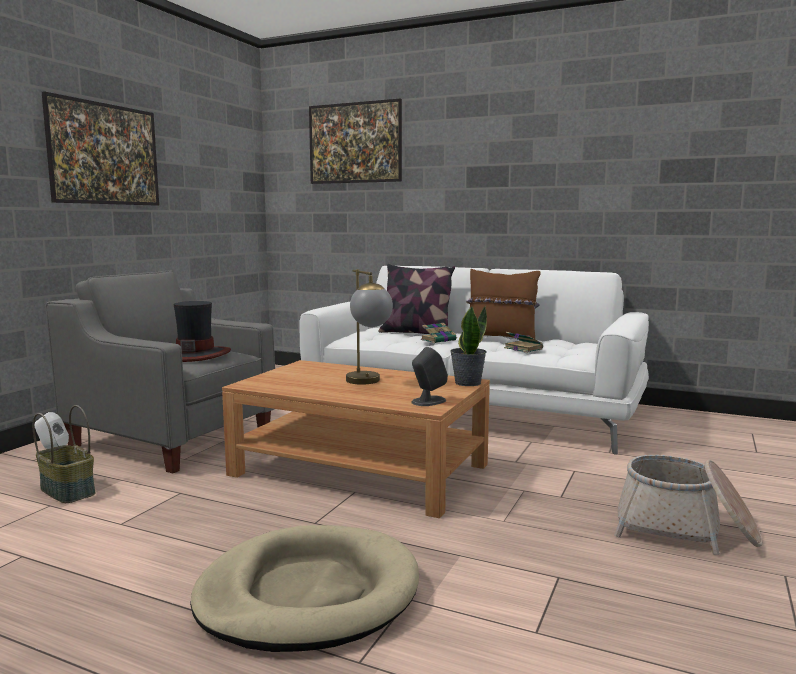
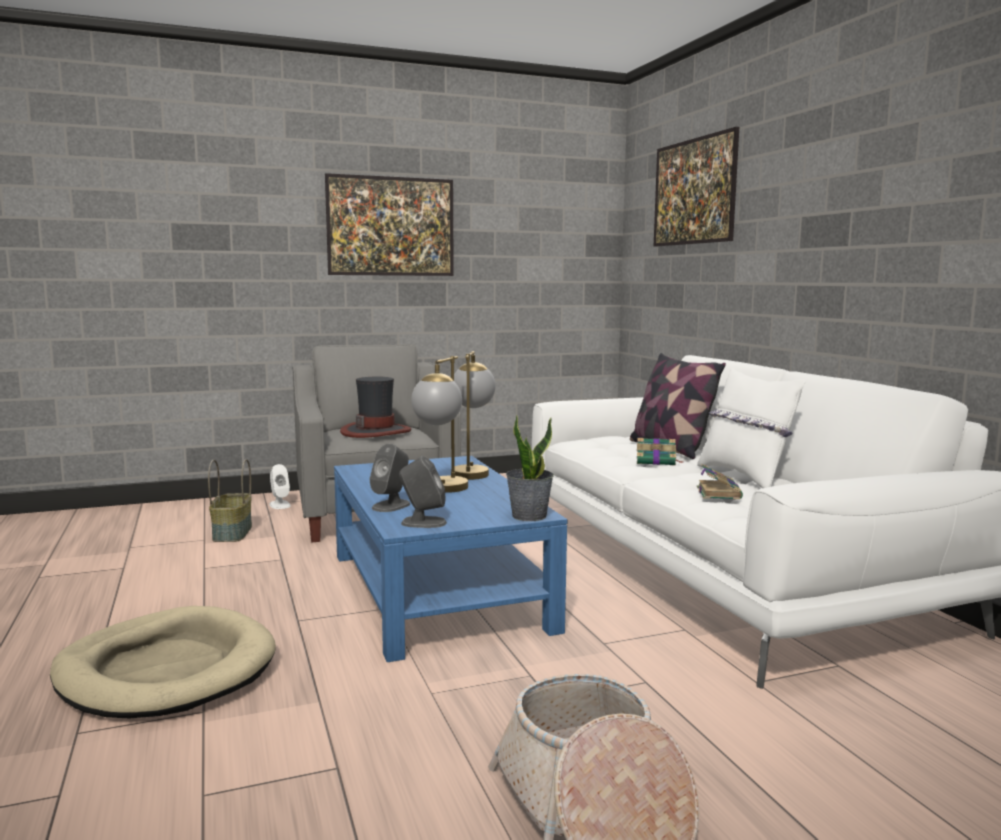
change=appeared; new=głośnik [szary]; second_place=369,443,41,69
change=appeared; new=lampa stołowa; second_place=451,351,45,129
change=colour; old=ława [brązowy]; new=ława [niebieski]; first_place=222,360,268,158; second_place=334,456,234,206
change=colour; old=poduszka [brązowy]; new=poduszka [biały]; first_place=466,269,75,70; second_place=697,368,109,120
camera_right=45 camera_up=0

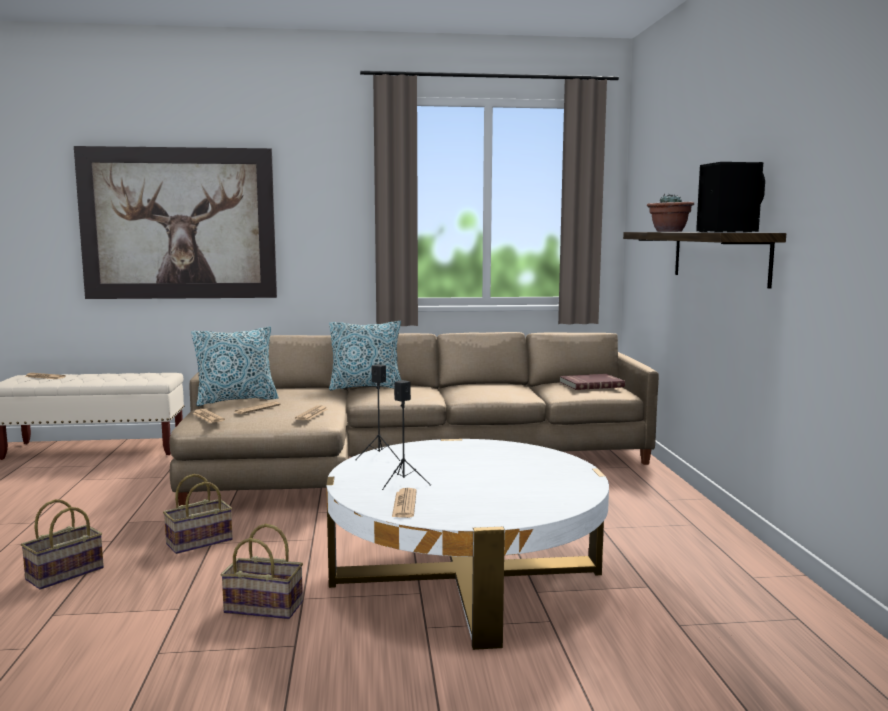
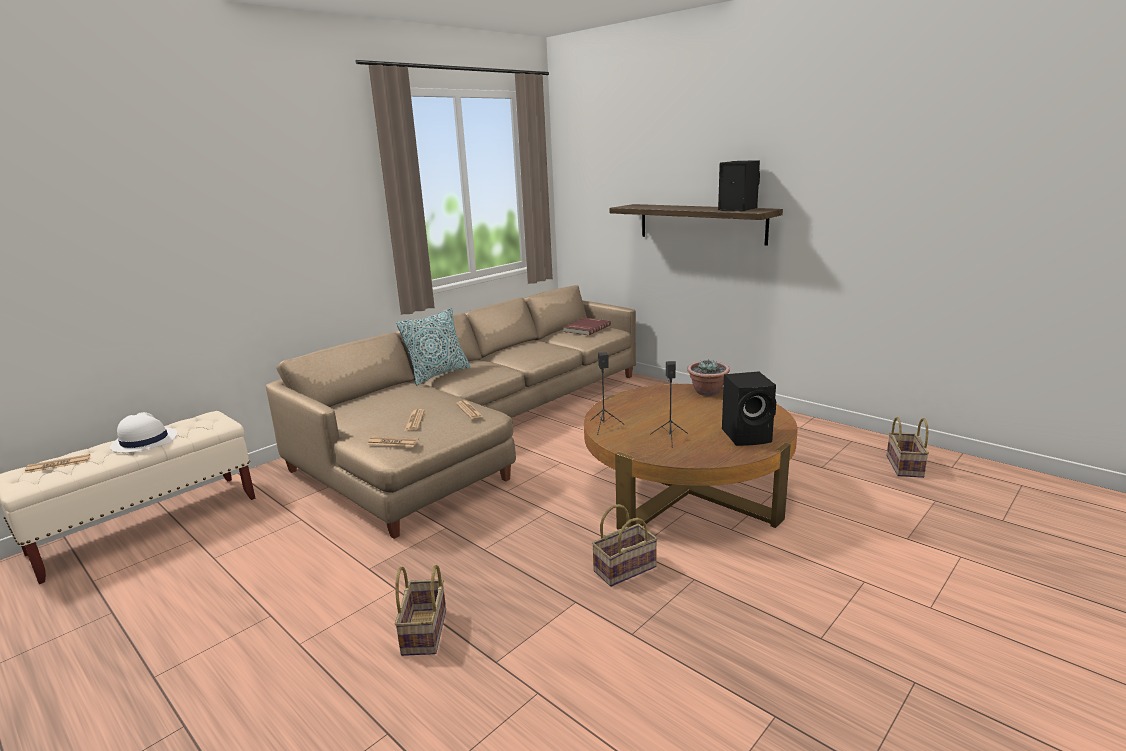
change=missing; old=obraz; first_place=74,146,203,153
change=missing; old=poduszka; first_place=191,326,87,80
change=missing; old=gazeta; first_place=392,488,25,30
change=appeared; new=kapelusz [biały]; second_place=110,412,67,41
change=appeared; new=głośnik [czarny]; second_place=722,371,54,75
change=relocated; old=koszyk; first_place=163,474,70,80; second_place=886,417,43,61
change=relocated; old=roślina doniczkowa; first_place=647,194,47,38; second_place=687,360,43,36
change=colour; old=ława [biały]; new=ława [brązowy]; first_place=326,439,283,211; second_place=584,384,214,146
camera_right=-40 camera_up=10

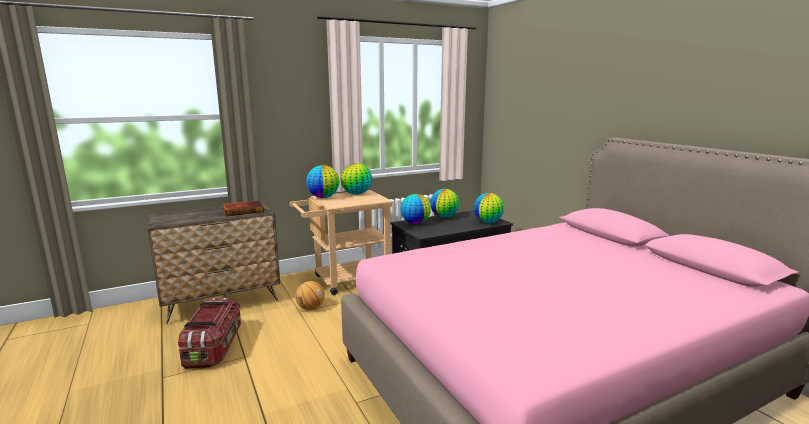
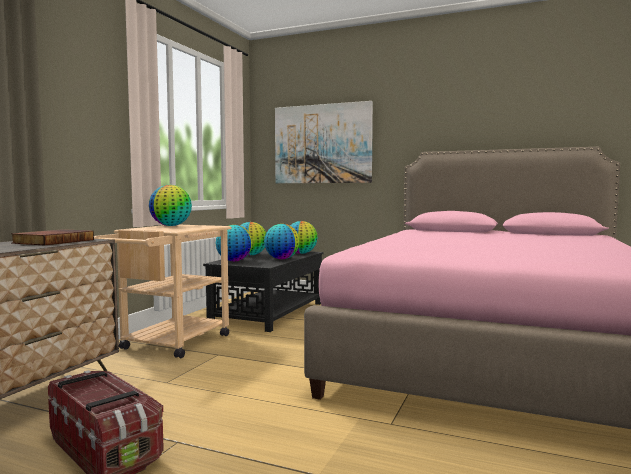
change=missing; old=piłka do koszykówki; first_place=295,281,30,29
change=appeared; new=obraz; second_place=275,101,98,82
change=relocated; old=globus; first_place=306,165,33,33; second_place=264,224,36,35
camera_right=-40 camera_up=-10

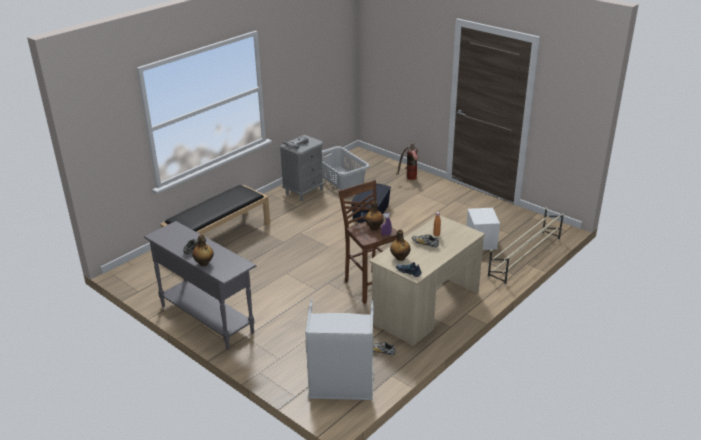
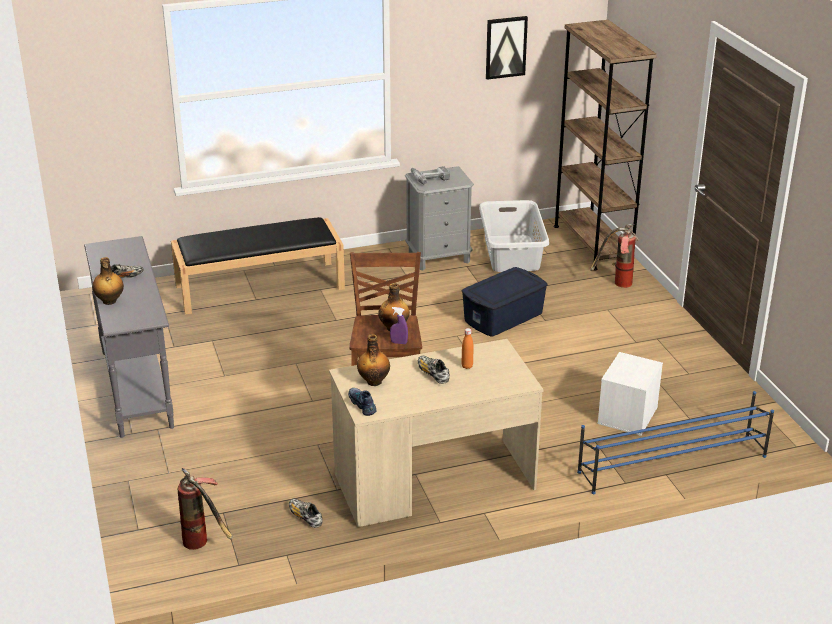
change=appeared; new=obraz; second_place=486,16,42,64
change=appeared; new=regał [brązowy]; second_place=554,20,103,251
change=exchanged; old=kosz na pranie [szary]; new=gaśnica; first_place=305,299,69,102; second_place=178,468,55,82
change=colour; old=regał na buty [beżowy]; new=regał na buty [niebieski]; first_place=488,208,76,77; second_place=577,391,197,103
camera_right=30 camera_up=0

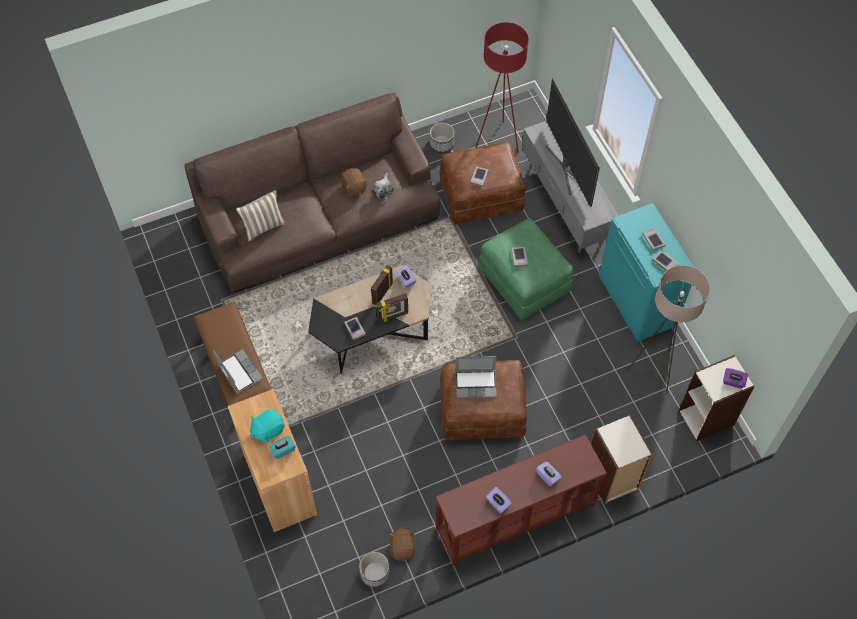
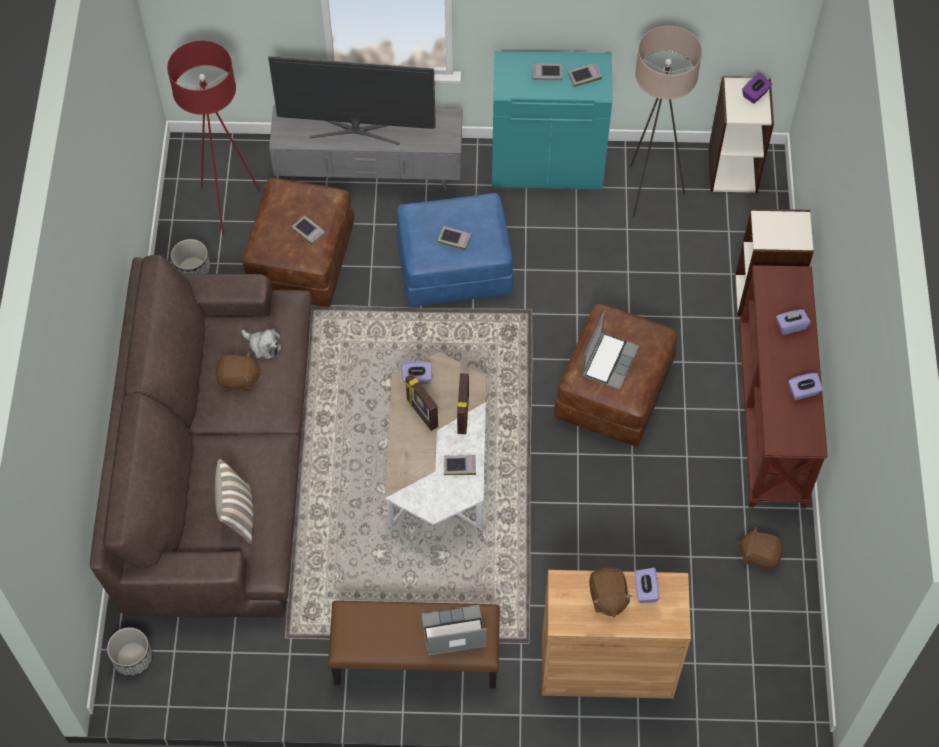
change=relocated; old=donica; first_place=359,552,31,35; second_place=107,627,46,50
change=colour; old=pluszak [turkusowy]; new=pluszak [brązowy]; first_place=250,409,34,34; second_place=589,567,44,51
change=colour; old=pudełko chusteczek [turkusowy]; new=pudełko chusteczek [fioletowy]; first_place=269,436,27,23; second_place=635,568,24,35
change=colour; old=ława [czarny]; new=ława [biały]; first_place=308,265,124,109; second_place=385,352,101,178
change=colour; old=pufa [zielony]; new=pufa [niebieski]; first_place=478,218,95,102; second_place=396,193,118,114
camera_right=-65 camera_up=0

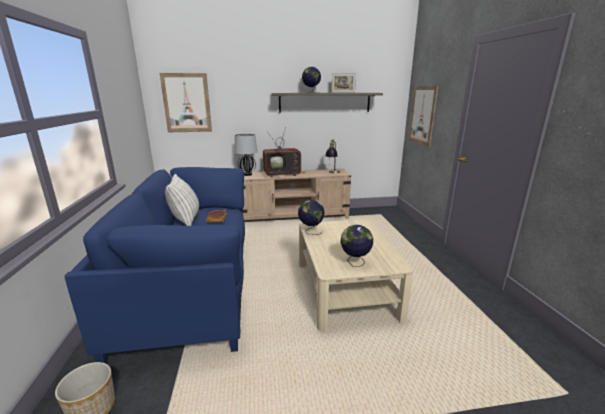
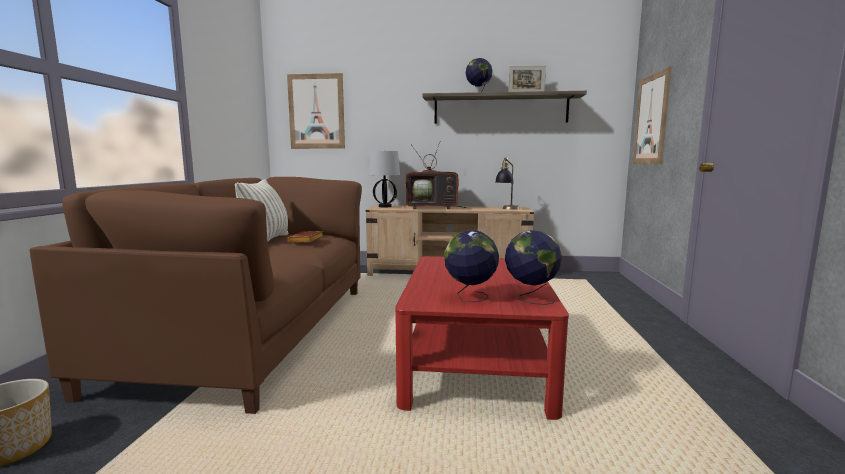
change=relocated; old=globus; first_place=298,200,27,35; second_place=505,230,57,75
change=colour; old=kanapa [niebieski]; new=kanapa [brązowy]; first_place=64,167,181,197; second_place=30,177,332,237
change=colour; old=ława [beżowy]; new=ława [czerwony]; first_place=299,219,114,113; second_place=395,256,174,164
camera_right=15 camera_up=-10

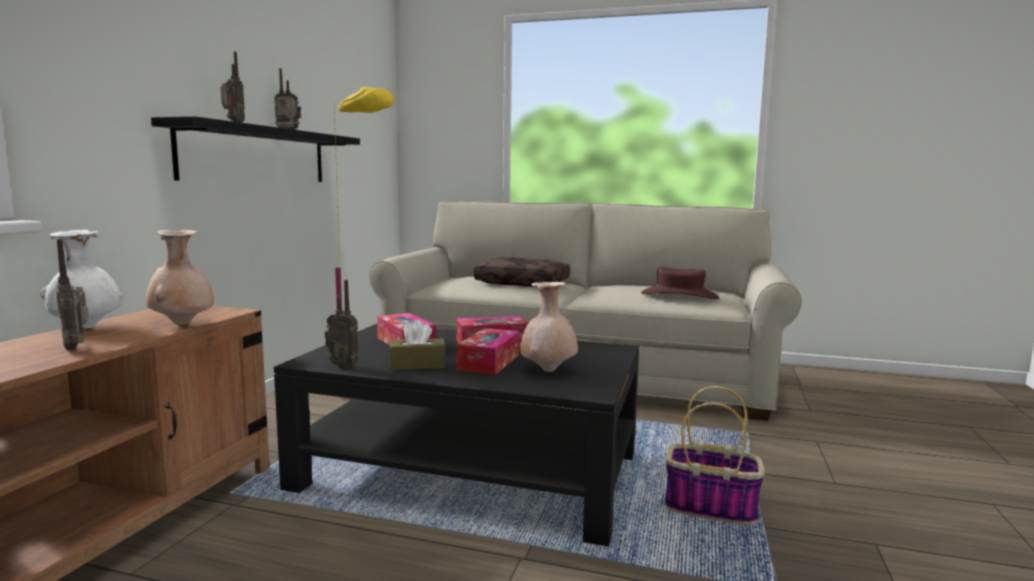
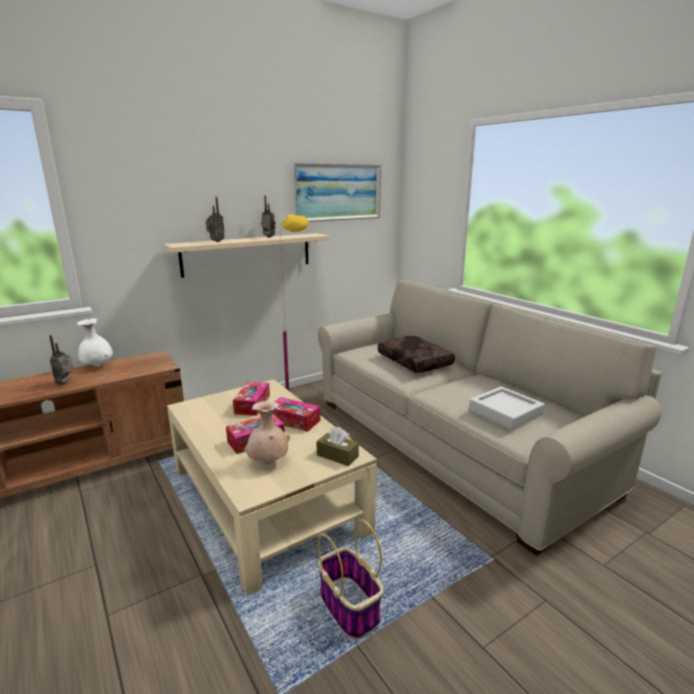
change=missing; old=wazon [beżowy]; first_place=146,230,68,95
change=missing; old=radio; first_place=324,280,36,89
change=appeared; new=obraz; second_place=292,163,89,59
change=relocated; old=pudełko chusteczek [brązowy]; first_place=389,320,57,50; second_place=316,427,43,39
change=exchanged; old=kapelusz [brązowy]; new=taca [szary]; first_place=641,267,78,32; second_place=469,386,76,44
change=colour; old=półka [czarny]; new=półka [beżowy]; first_place=151,116,209,66; second_place=164,233,166,45
change=colour; old=ława [czarny]; new=ława [beżowy]; first_place=274,324,365,223; second_place=167,379,210,217
camera_right=40 camera_up=10

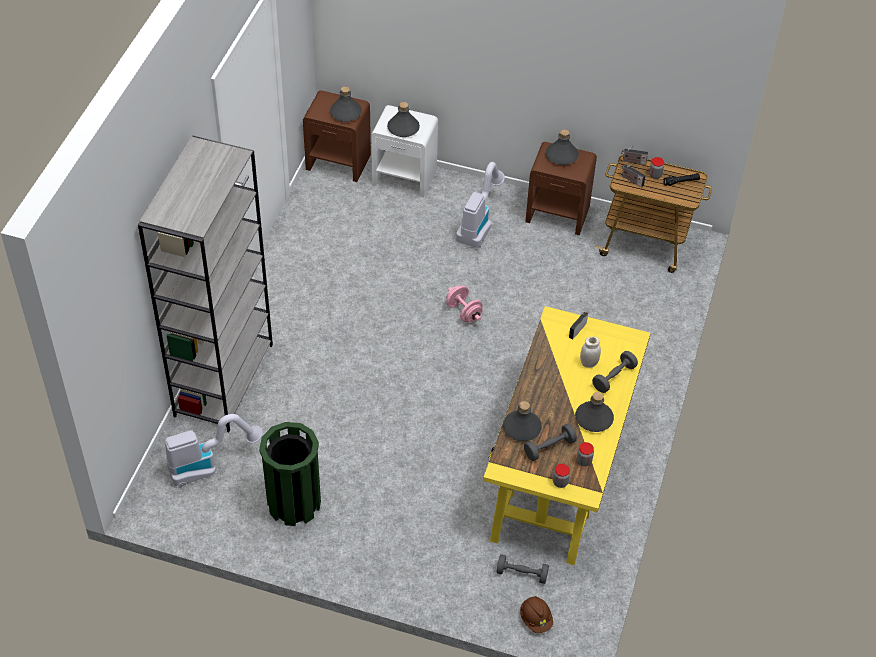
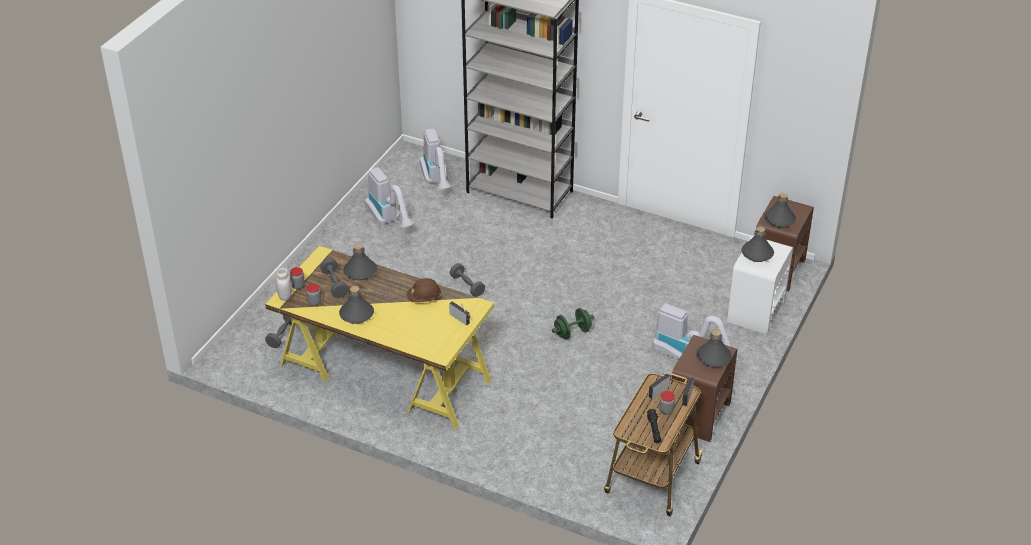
change=relocated; old=kask [brązowy]; first_place=520,596,33,37; second_place=407,278,34,24
change=relocated; old=słoik [biały]; first_place=580,336,21,31; second_place=276,268,16,33
change=relocated; old=hantel [szary]; first_place=592,351,46,42; second_place=450,263,35,34
change=exchanged; old=kosz na śmieci [zielony]; new=odkurzacz; first_place=259,422,62,104; second_place=365,167,50,61
change=colour; old=hantel [różowy]; new=hantel [zielony]; first_place=446,286,37,36; second_place=552,308,42,31
camera_right=100 camera_up=-10

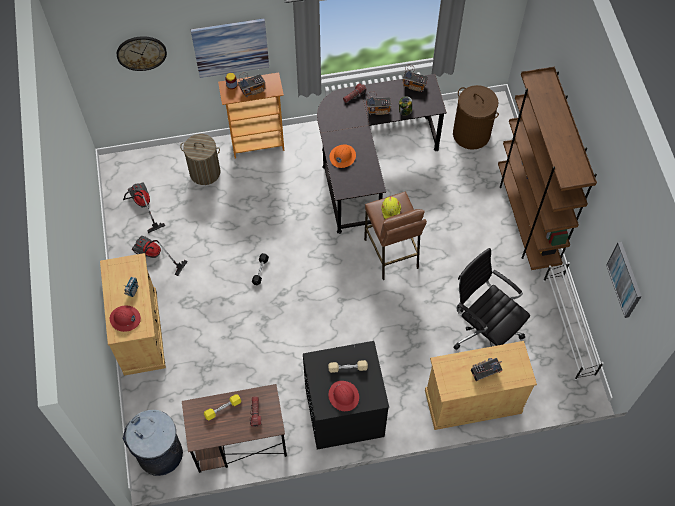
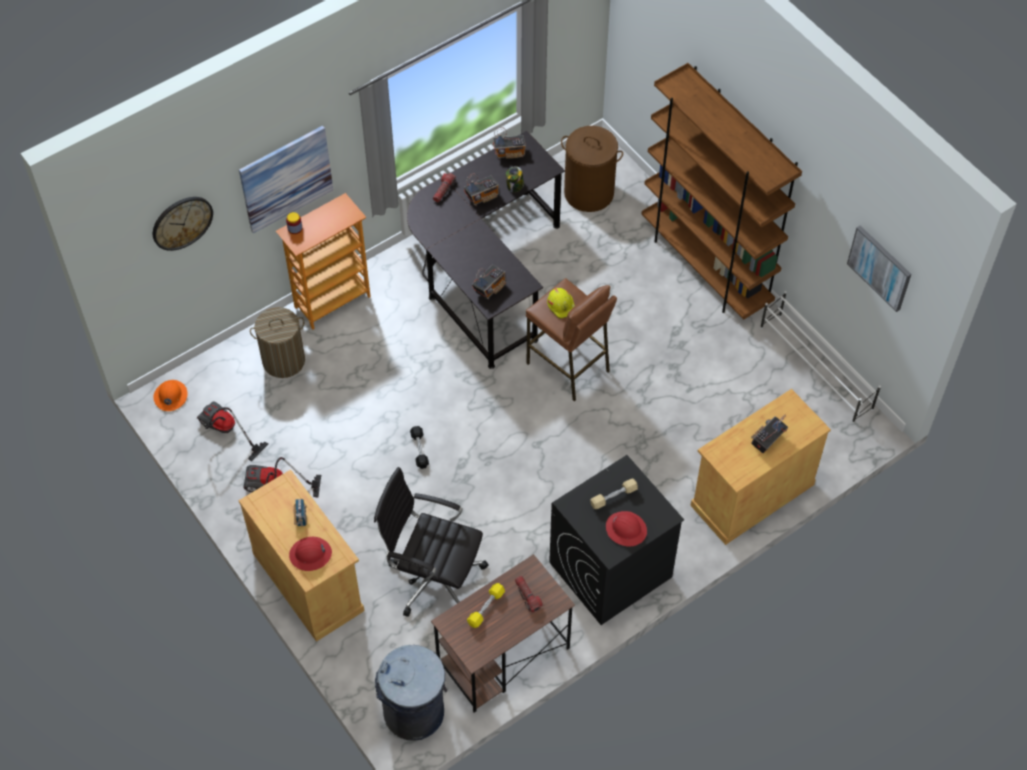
change=relocated; old=radio; first_place=238,72,27,25; second_place=472,265,34,35
change=relocated; old=kask [pomarańczowy]; first_place=330,145,26,23; second_place=153,380,35,31
change=relocated; old=krzesło biurowe [czarny]; first_place=453,248,77,102; second_place=374,467,115,150
camera_right=-25 camera_up=-5

